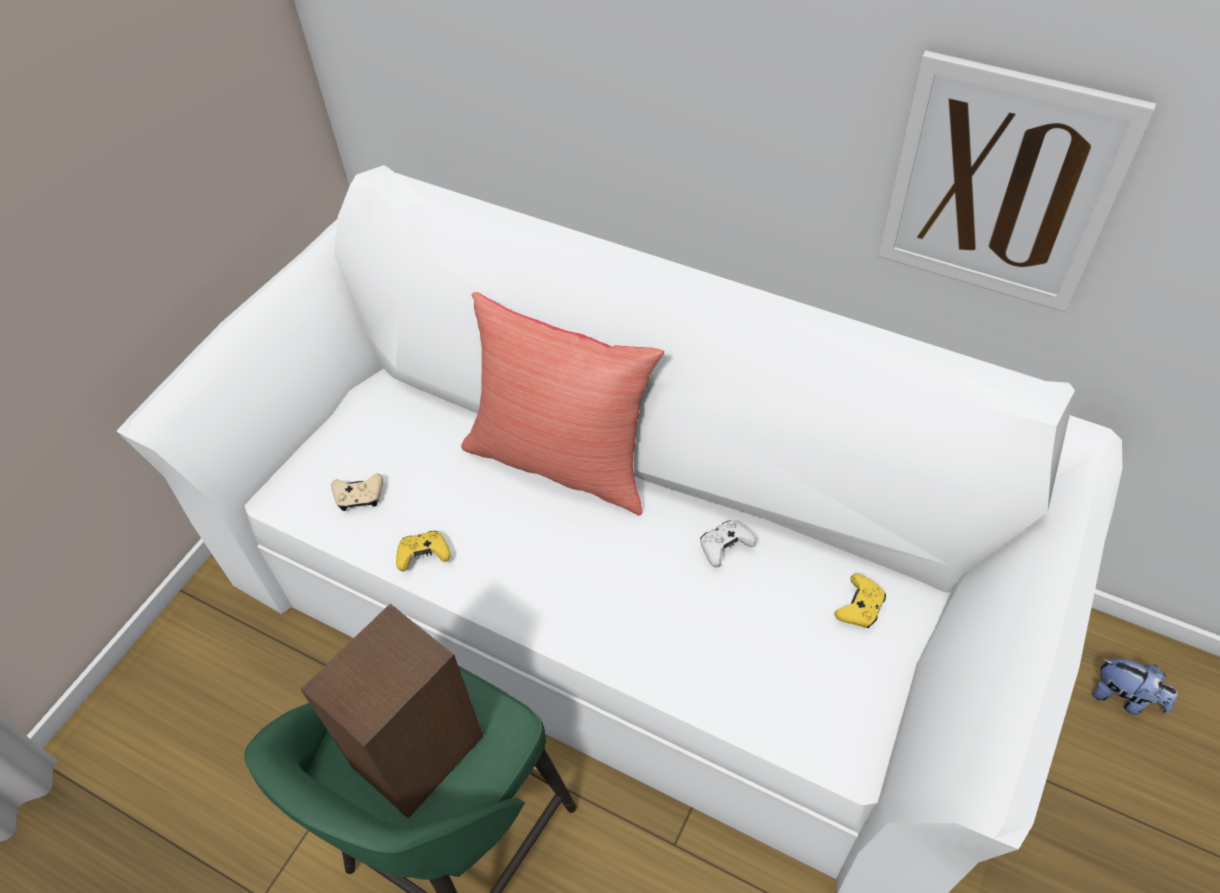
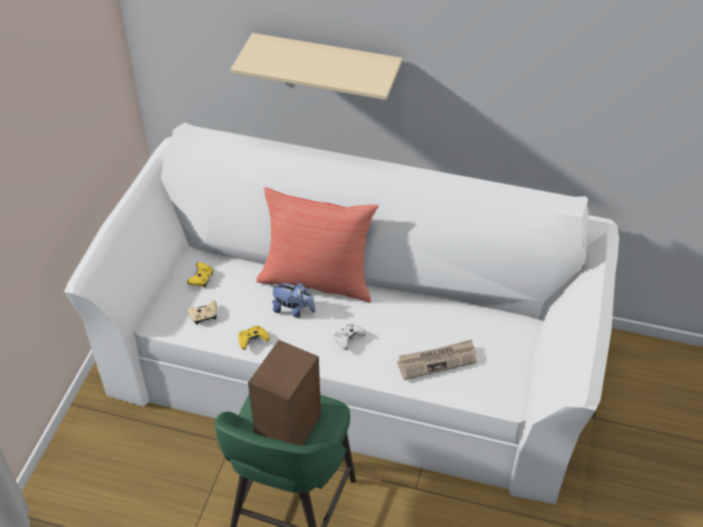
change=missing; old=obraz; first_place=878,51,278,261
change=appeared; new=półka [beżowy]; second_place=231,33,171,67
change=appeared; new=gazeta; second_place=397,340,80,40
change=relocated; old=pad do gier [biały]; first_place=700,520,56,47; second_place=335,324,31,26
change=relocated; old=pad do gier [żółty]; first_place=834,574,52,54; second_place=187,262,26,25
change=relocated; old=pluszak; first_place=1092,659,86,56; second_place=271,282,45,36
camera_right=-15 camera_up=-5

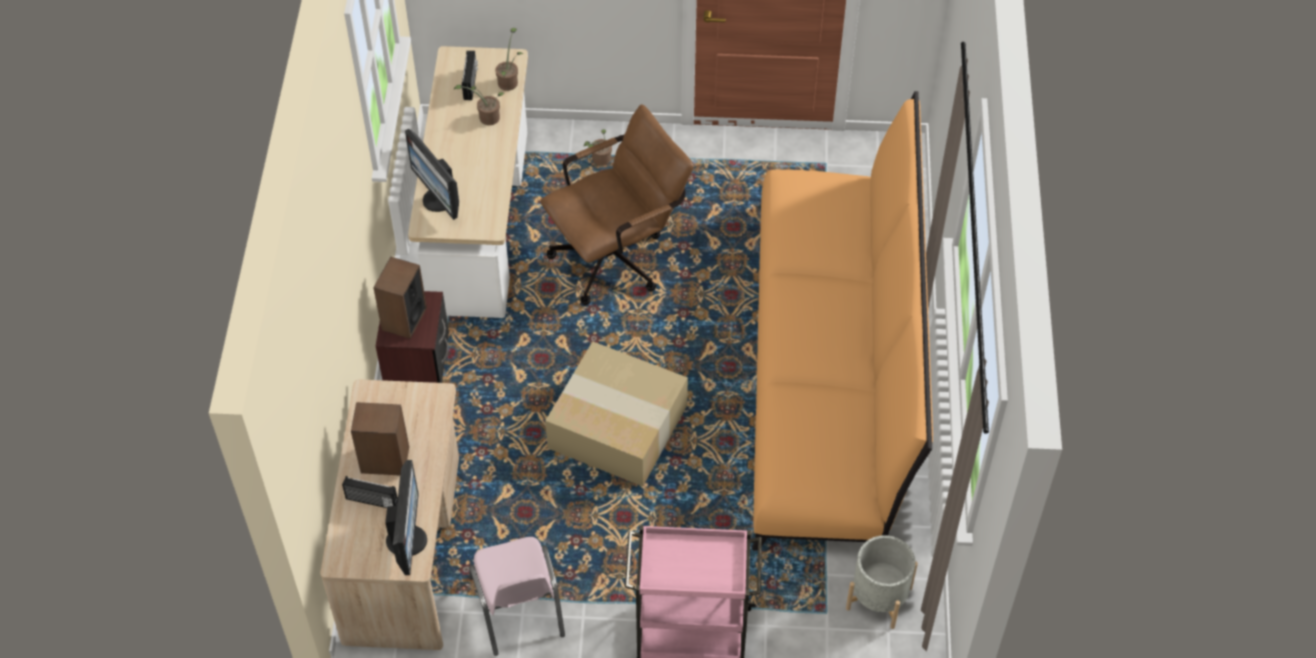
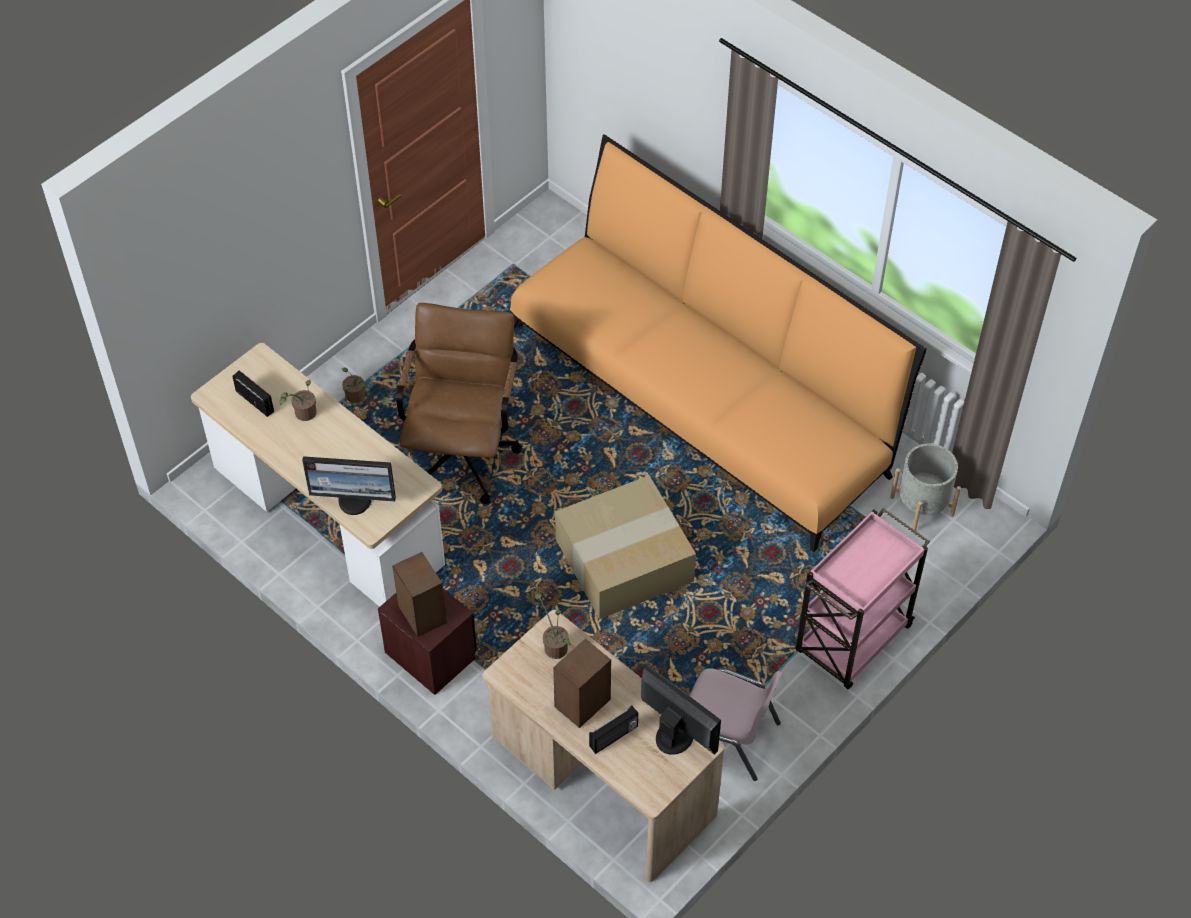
change=relocated; old=roślina doniczkowa; first_place=495,28,28,63; second_place=535,593,36,66
camera_right=-50 camera_up=0

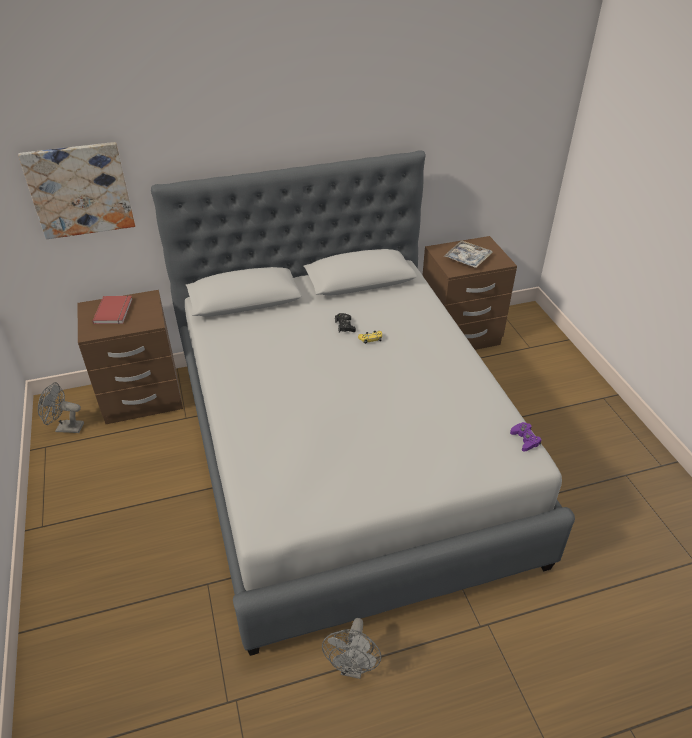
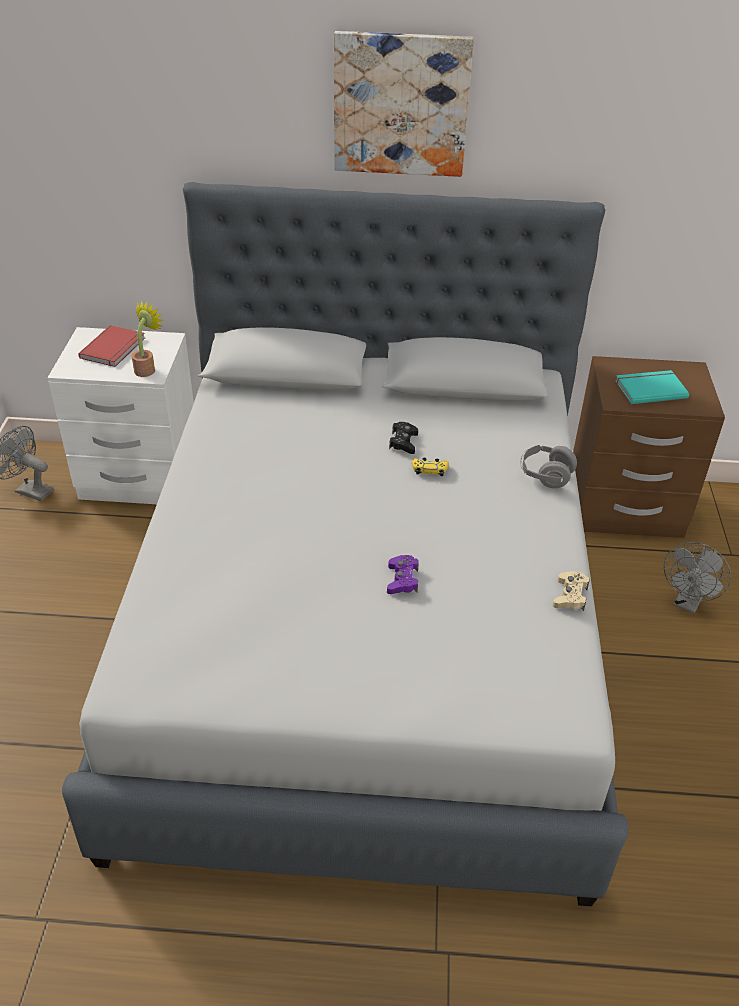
change=appeared; new=roślina doniczkowa; second_place=132,301,31,76
change=appeared; new=słuchawki [szary]; second_place=520,445,57,43
change=appeared; new=pad do gier [beżowy]; second_place=553,571,37,40
change=relocated; old=obraz; first_place=18,142,117,97; second_place=334,31,140,146
change=relocated; old=wentylator [szary]; first_place=322,618,59,61; second_place=664,542,67,72
change=relocated; old=pad do gier [fioletowy]; first_place=510,422,32,30; second_place=387,555,32,39
change=exchanged; old=taca; new=książka [turkusowy]; first_place=444,240,48,28; second_place=615,370,74,34
change=colour; old=szafka nocna [brązowy]; new=szafka nocna [biały]; first_place=77,290,106,134; second_place=47,327,147,177
camera_right=20 camera_up=0

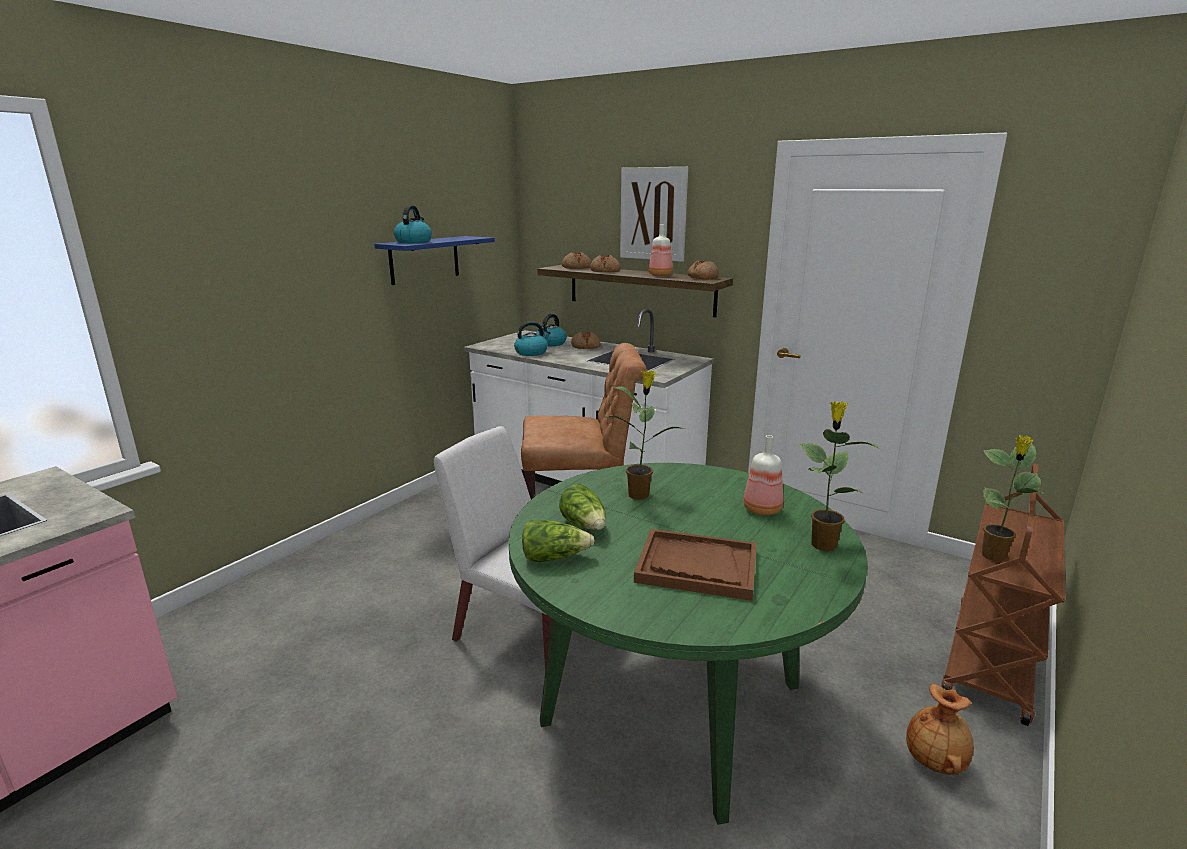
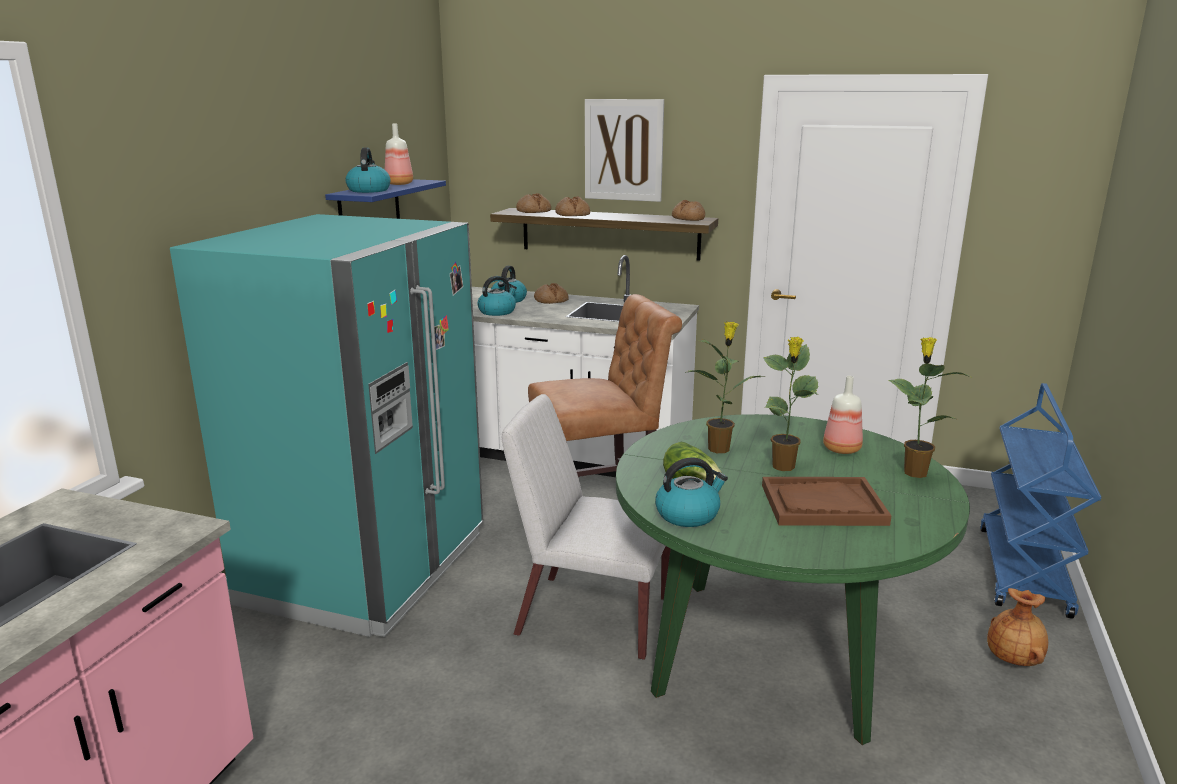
change=appeared; new=lodówka [turkusowy]; second_place=170,214,313,423
change=relocated; old=butelka; first_place=649,224,24,52; second_place=385,124,28,61
change=relocated; old=roślina doniczkowa; first_place=982,435,63,127; second_place=763,337,55,134
change=exchanged; old=sałata; new=czajnik; first_place=522,520,73,42; second_place=655,457,73,70
change=colour; old=wózek [brązowy]; new=wózek [niebieski]; first_place=941,464,124,262; second_place=980,383,121,236
camera_right=-15 camera_up=0

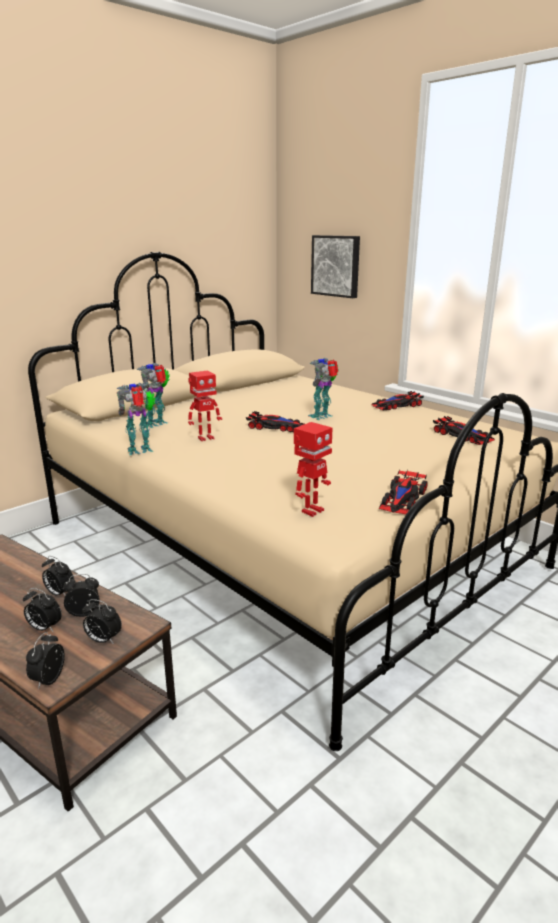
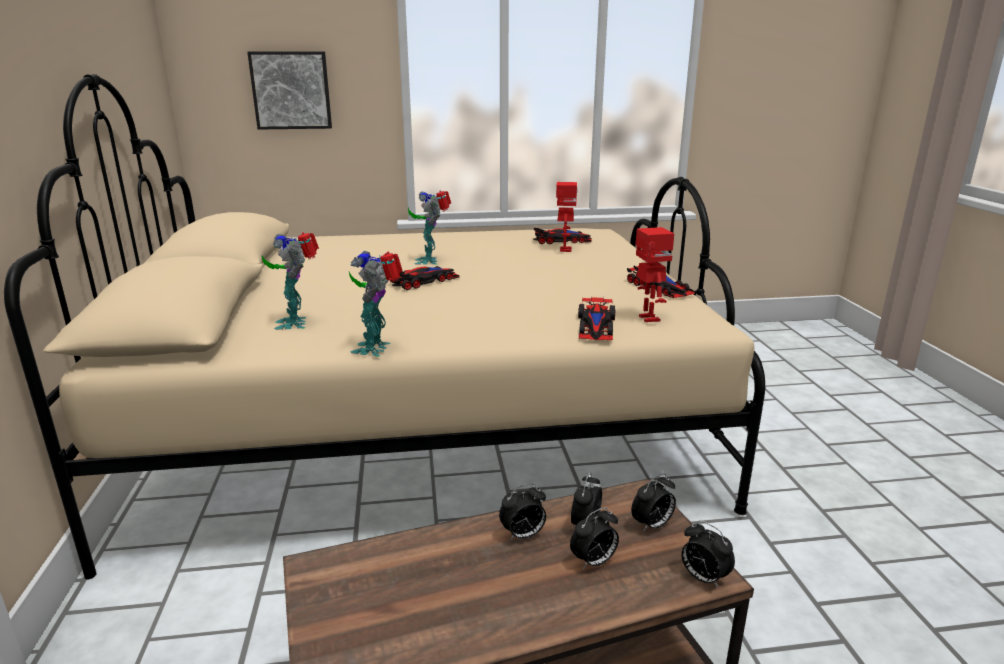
change=relocated; old=robot zabawkowy; first_place=188,371,34,70; second_place=556,182,22,70
change=relocated; old=samochodzik; first_place=371,391,53,19; second_place=578,295,37,45
camera_right=-55 camera_up=0

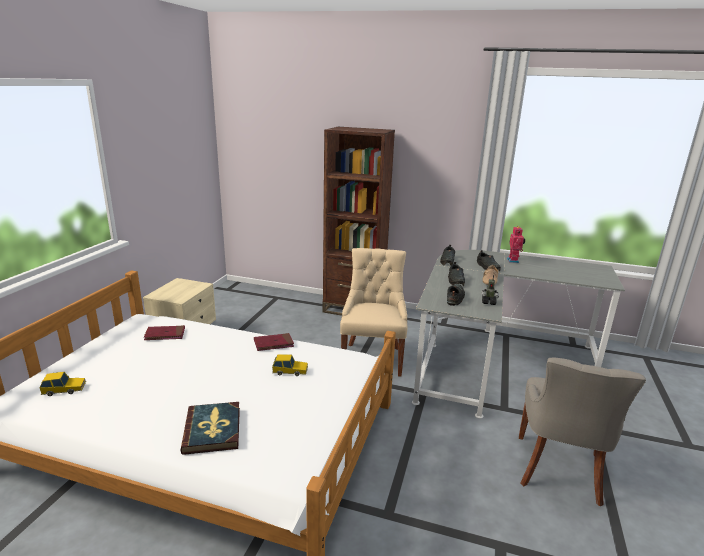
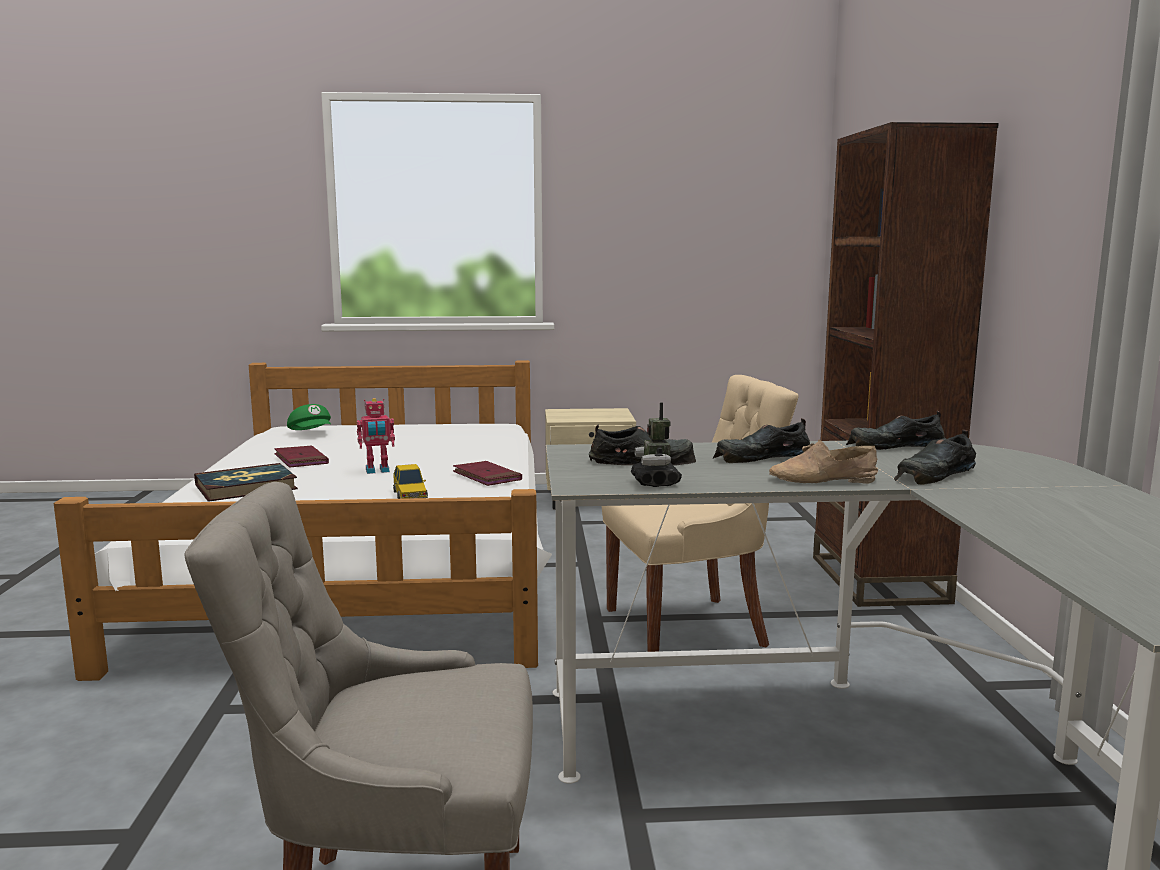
change=relocated; old=książka [czerwony]; first_place=144,325,41,15; second_place=274,445,55,23
change=relocated; old=robot zabawkowy; first_place=507,226,18,37; second_place=357,398,38,76
change=exchanged; old=samochodzik; new=czapka z daszkiem [zielony]; first_place=40,372,46,24; second_place=287,404,44,26
camera_right=70 camera_up=-10

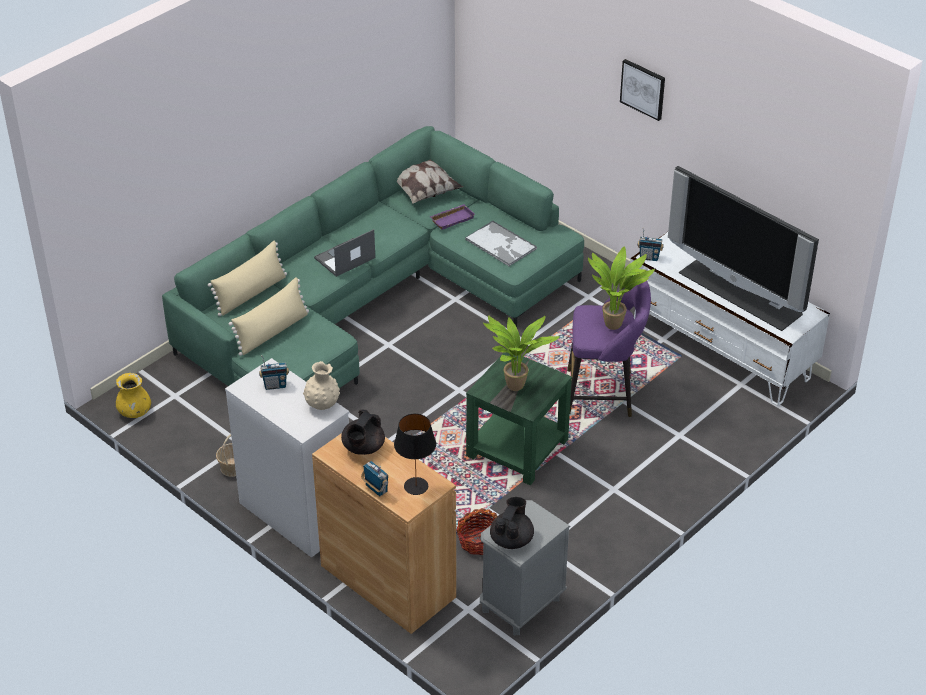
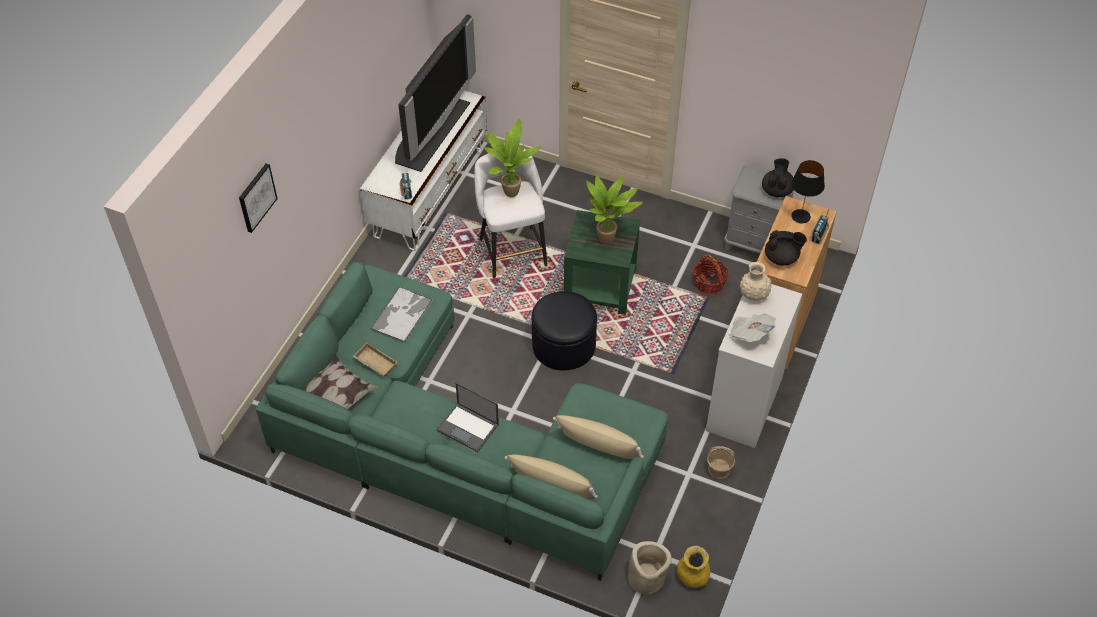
change=appeared; new=pufa [czarny]; second_place=531,291,66,80
change=appeared; new=donica [beżowy]; second_place=628,541,44,54
change=relocated; old=obraz; first_place=620,59,45,62; second_place=239,164,39,69
change=exchanged; old=radio; new=gazeta; first_place=259,355,30,35; second_place=728,314,48,28
change=colour; old=taca [fioletowy]; new=taca [beżowy]; first_place=430,204,45,26; second_place=353,343,45,33
change=colour; old=stołek [fioletowy]; new=stołek [biały]; first_place=567,281,84,136; second_place=474,148,74,130
change=spun; old=imbryk [czarny]; first_place=490,497,44,52; second_place=762,158,32,39; degrees=105
camera_right=-110 camera_up=10

